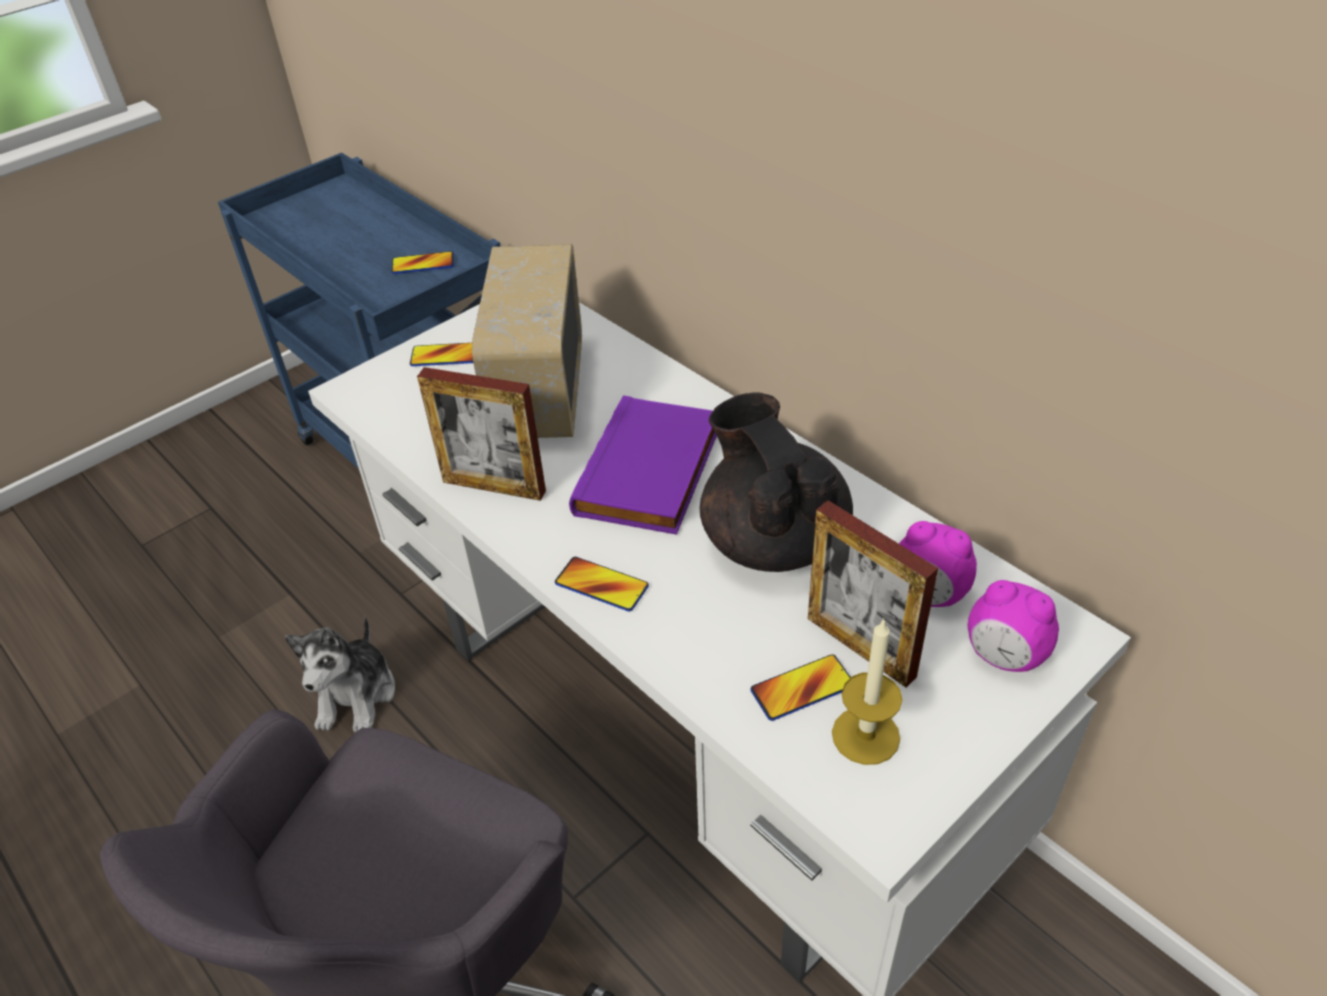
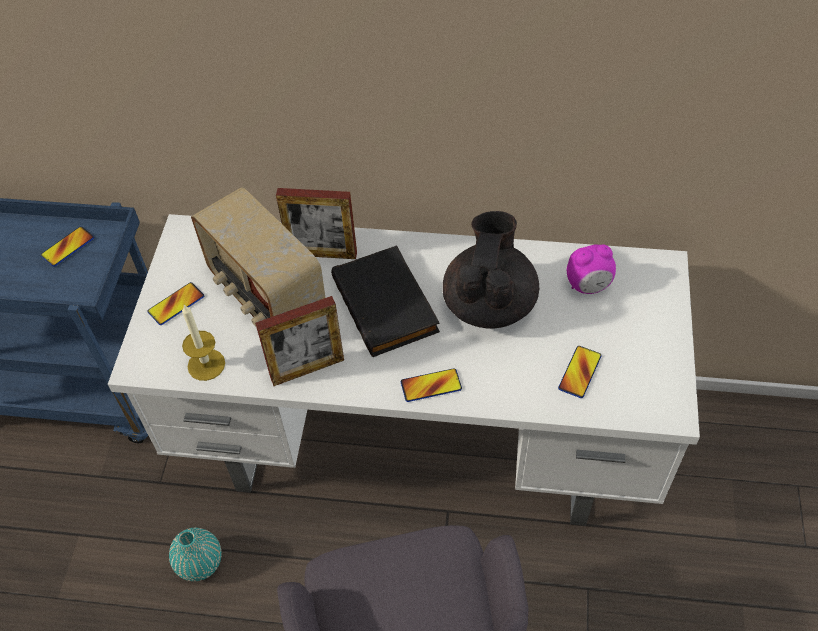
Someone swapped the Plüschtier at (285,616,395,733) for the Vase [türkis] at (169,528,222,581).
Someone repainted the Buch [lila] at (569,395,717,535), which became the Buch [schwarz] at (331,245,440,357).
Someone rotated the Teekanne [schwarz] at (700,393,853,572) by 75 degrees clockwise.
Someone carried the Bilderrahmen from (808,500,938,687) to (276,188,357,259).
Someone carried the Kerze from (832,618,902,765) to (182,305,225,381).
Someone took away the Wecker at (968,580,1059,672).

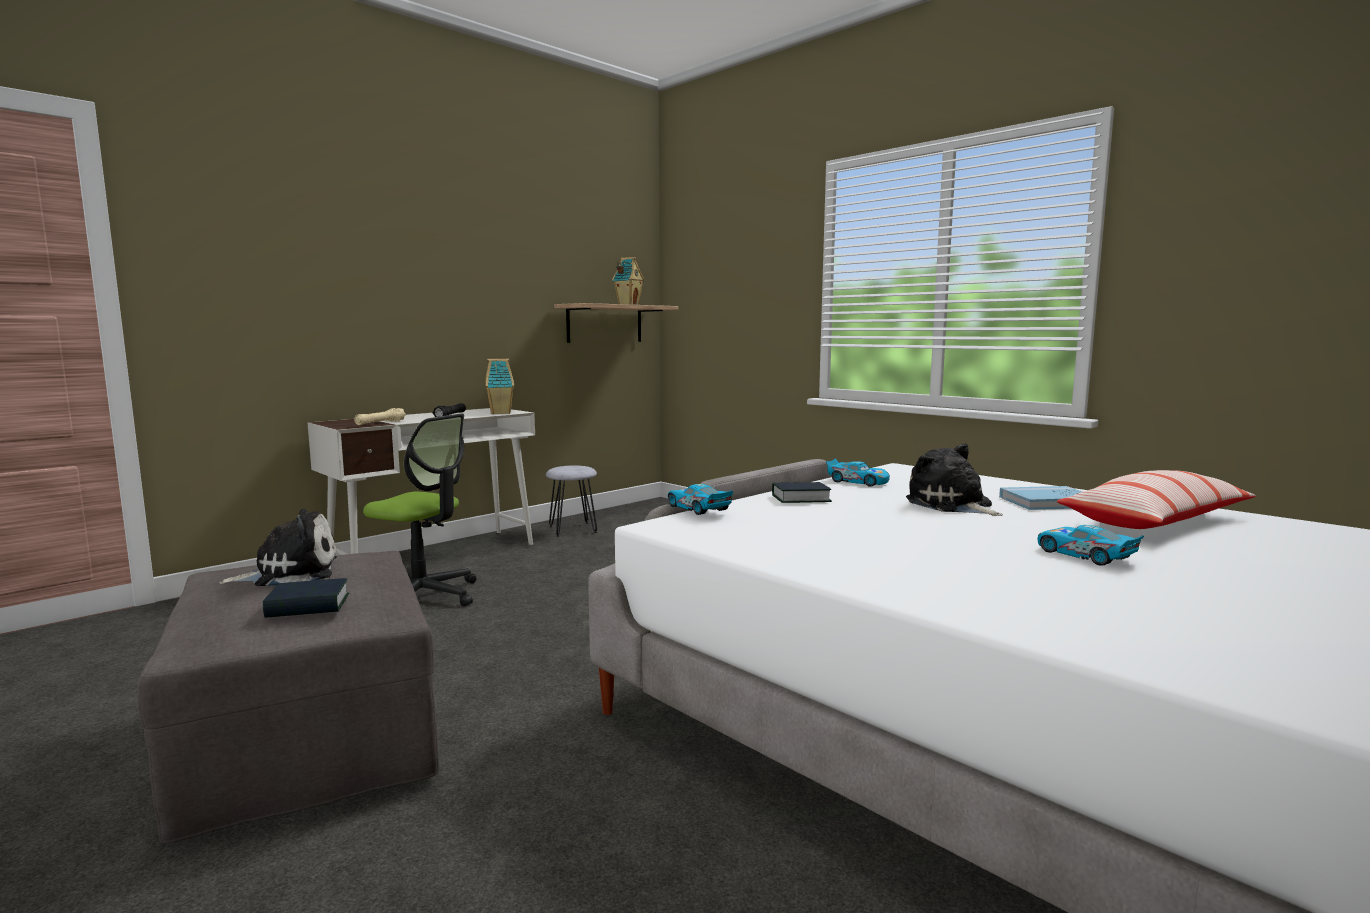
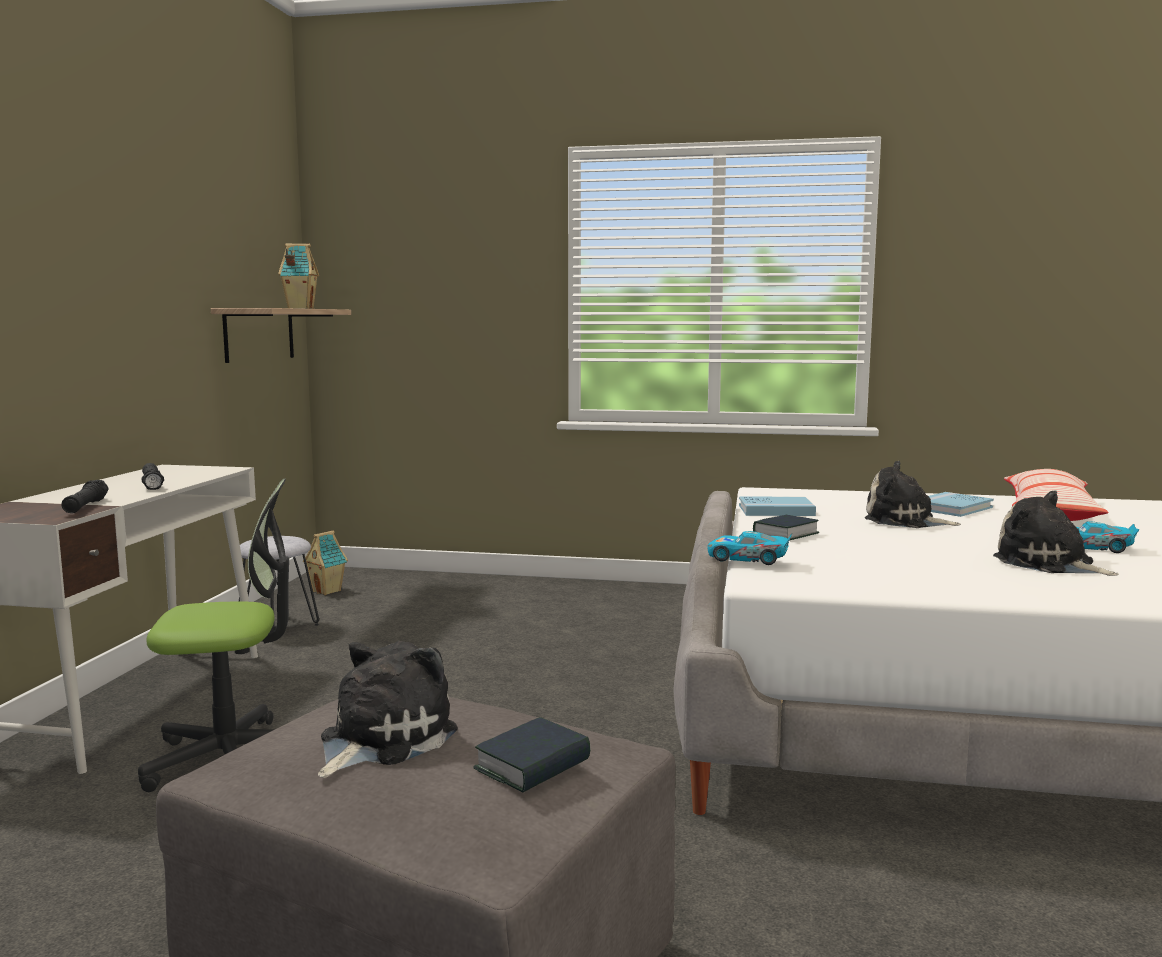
Someone repainted the Taschenlampe [beige] at (354,408,406,425), which became the Taschenlampe [schwarz] at (61,480,109,513).
Someone carried the Spielzeughaus from (485,359,514,414) to (303,530,348,595).
Someone swapped the Spielzeugauto at (826,459,890,487) for the Buch [blau] at (739,496,816,516).
Someone put down the Plüschtier at (993,490,1119,576).

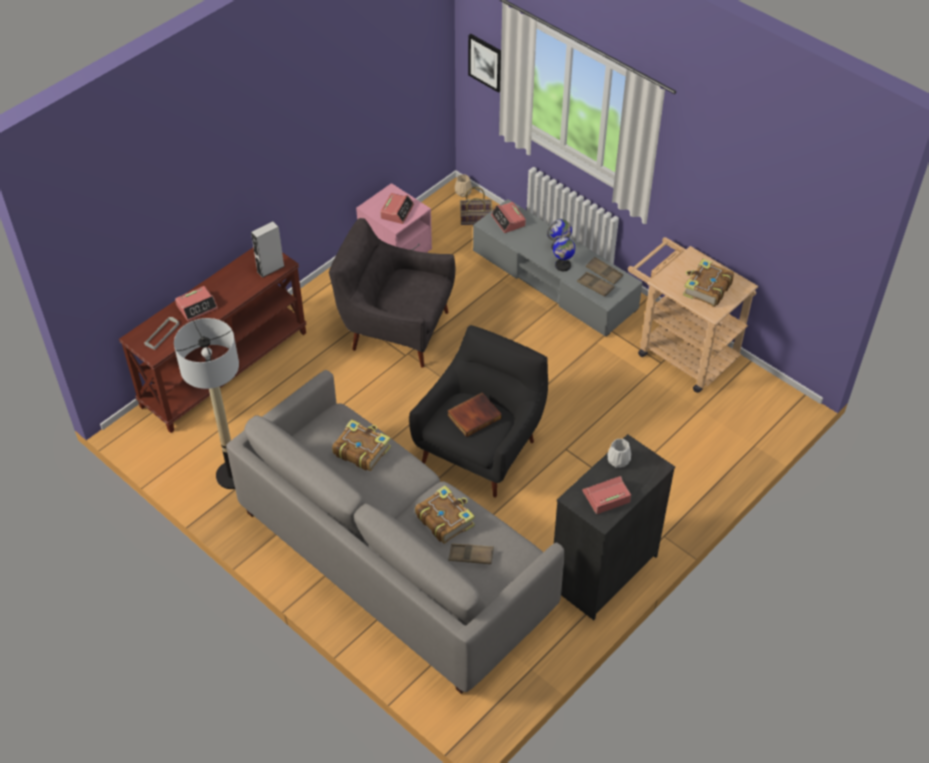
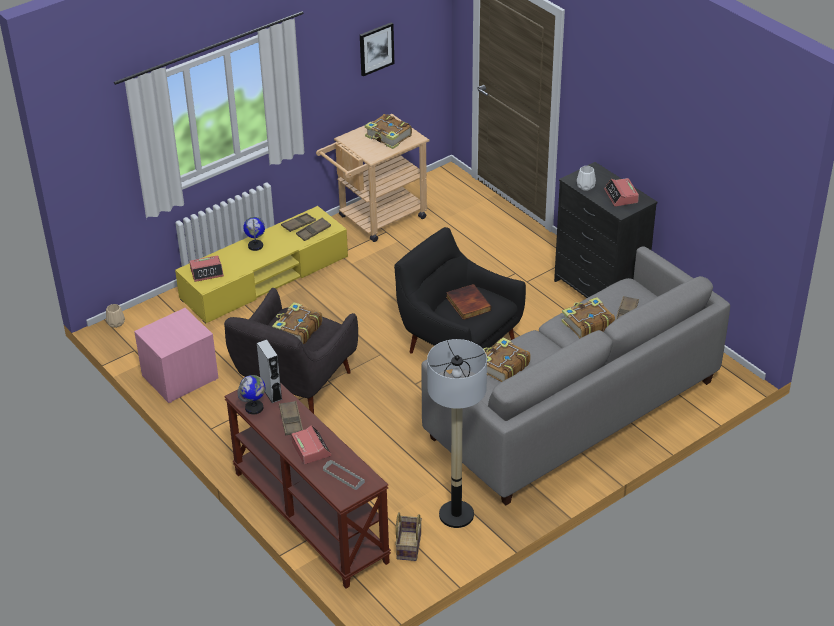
Someone took away the Wecker at (380,193,414,224).
Someone carried the Korb from (460,187,492,225) to (395,512,422,561).
Someone carried the Bild from (468,34,501,93) to (360,22,394,76).
Someone repainted the Fernsehschrank [grau] at (473,199,643,337), which became the Fernsehschrank [gelb] at (175,206,348,324).
Someone carried the Globus from (553,235,575,271) to (238,375,266,414).
Someone put down the Buch at (272,302,323,344).
Someone put down the Tablett [braun] at (279,401,303,436).

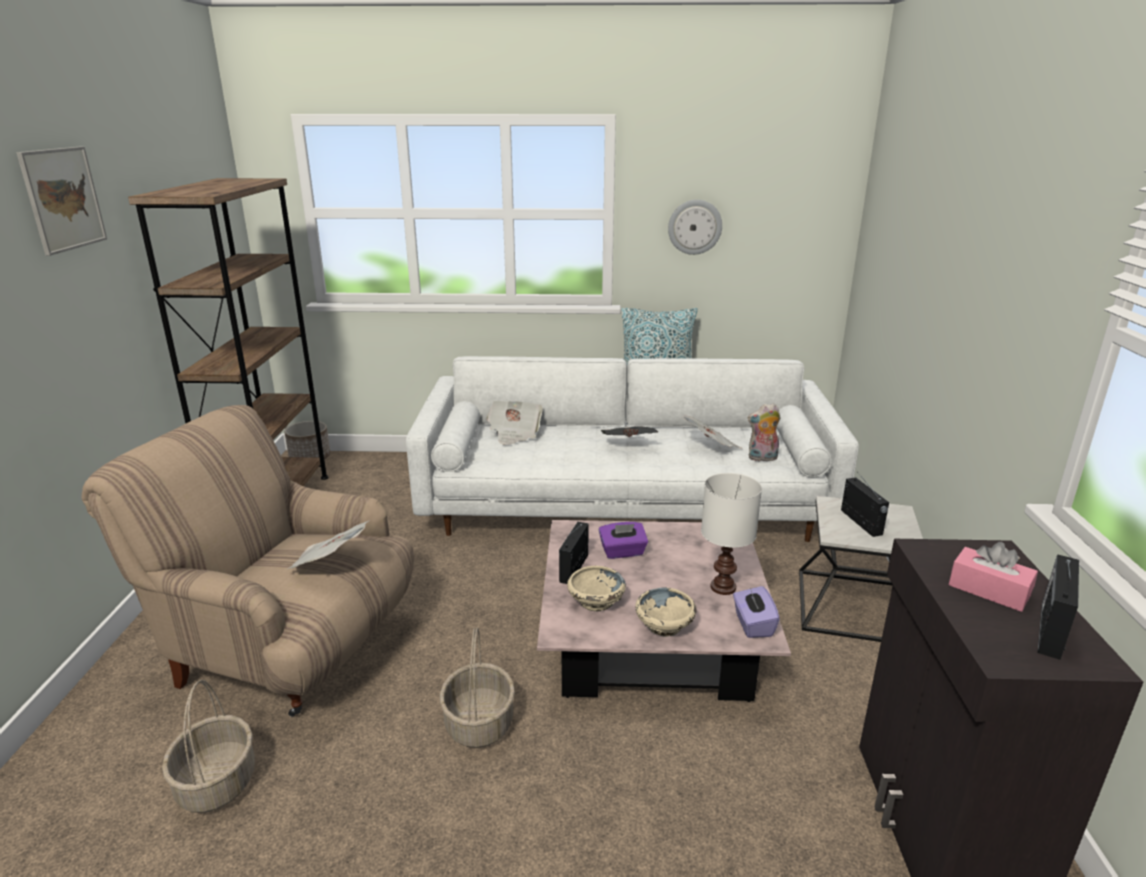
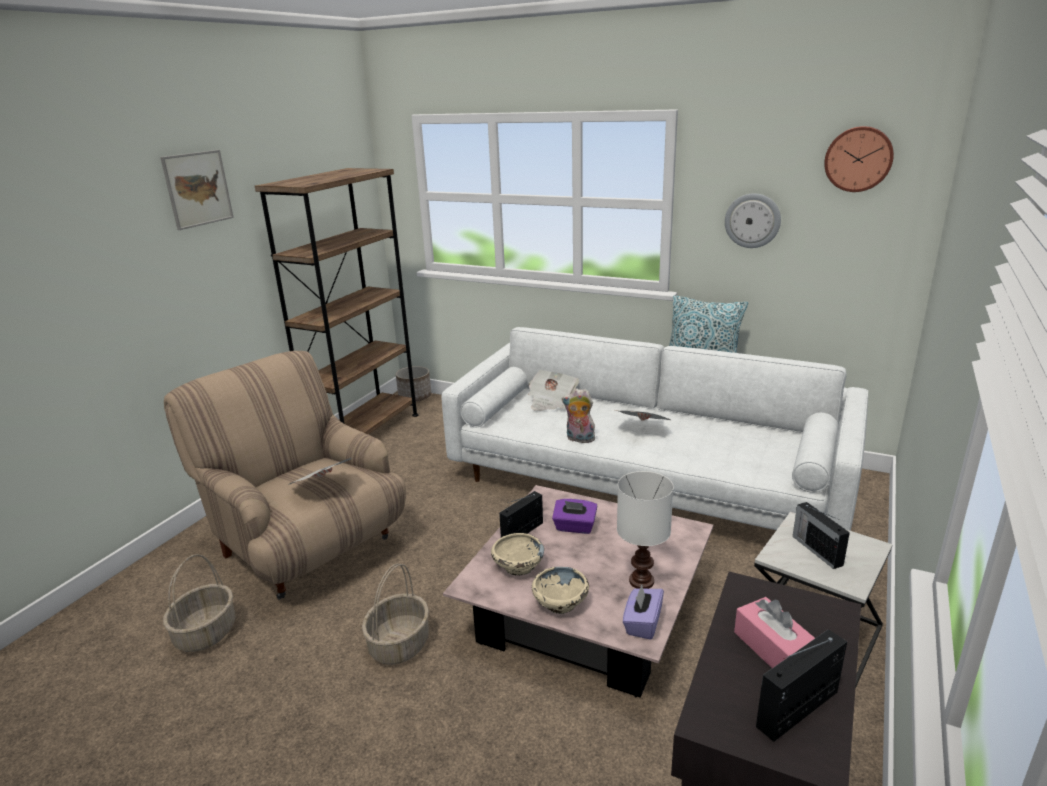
Someone took away the Zeitung at (681,416,742,448).
Someone carried the Plüschtier from (748,403,781,461) to (562,389,595,443).
Someone rotated the Radio at (841,474,889,537) by 150 degrees clockwise.
Someone put up the Wanduhr at (824,126,894,192).

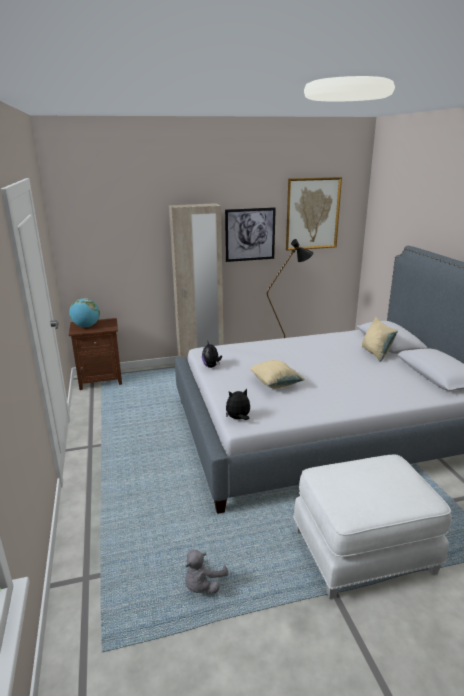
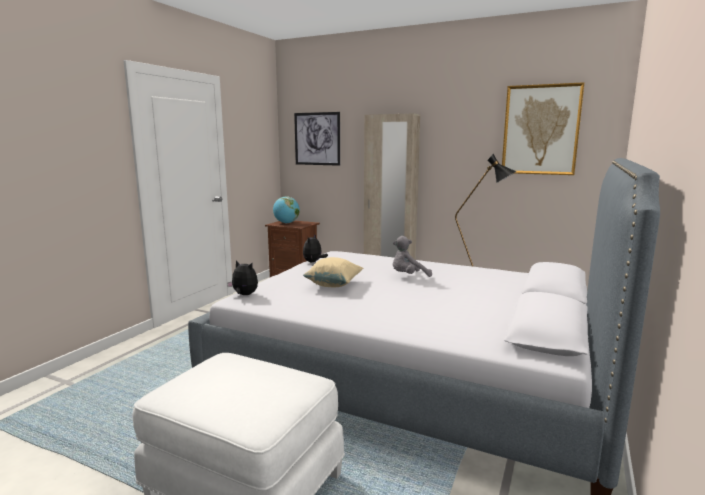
Someone carried the Plüschtier [grau] from (185,550,228,593) to (393,236,432,277).
Someone carried the Bild from (225,207,276,262) to (294,112,340,166).
Someone took away the Kissen [beige] at (362,317,398,362).

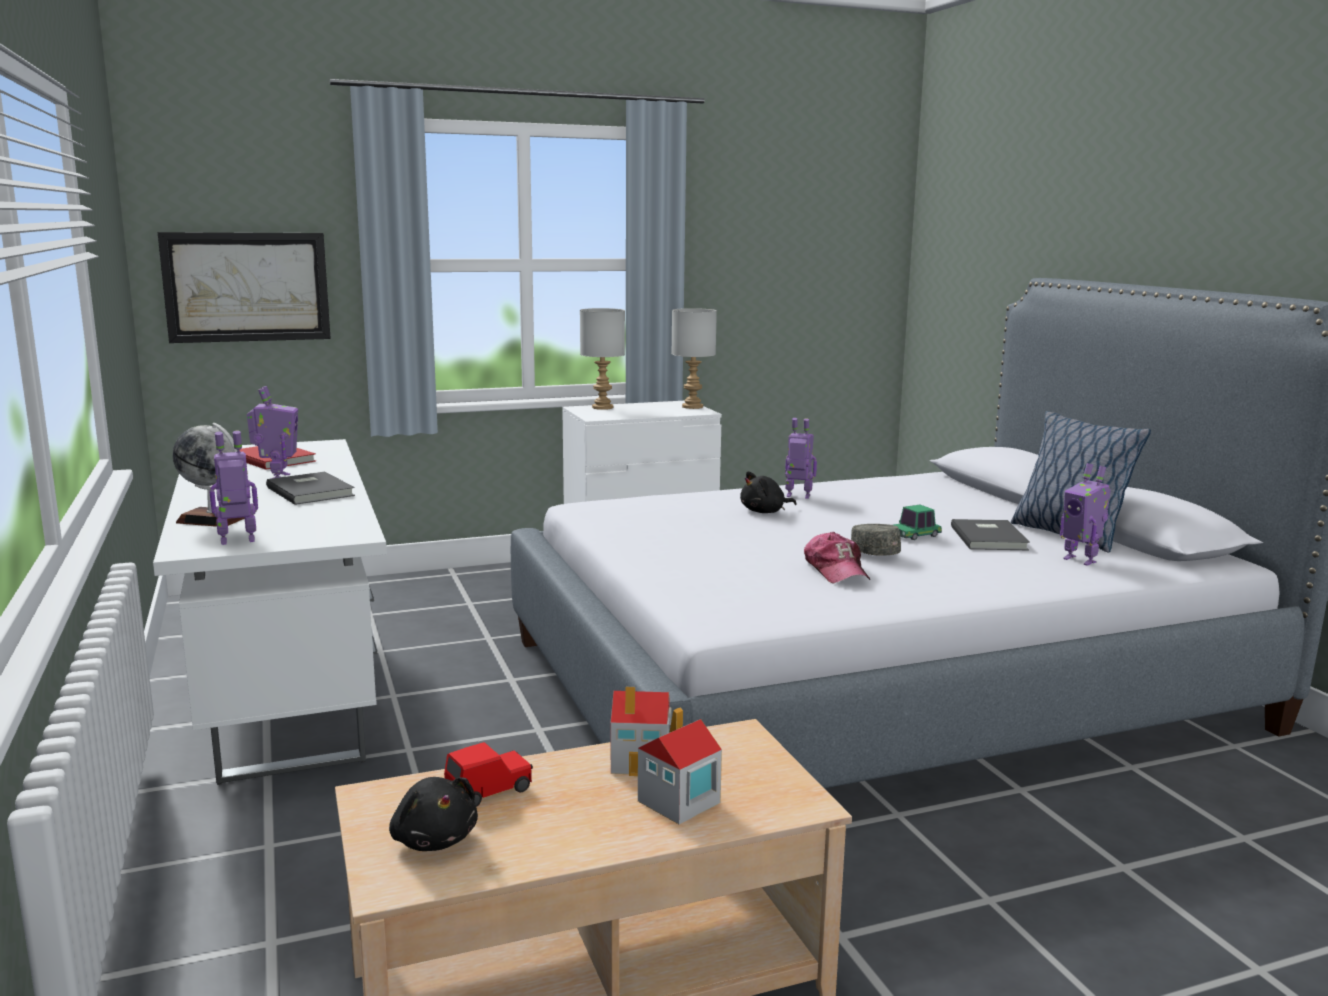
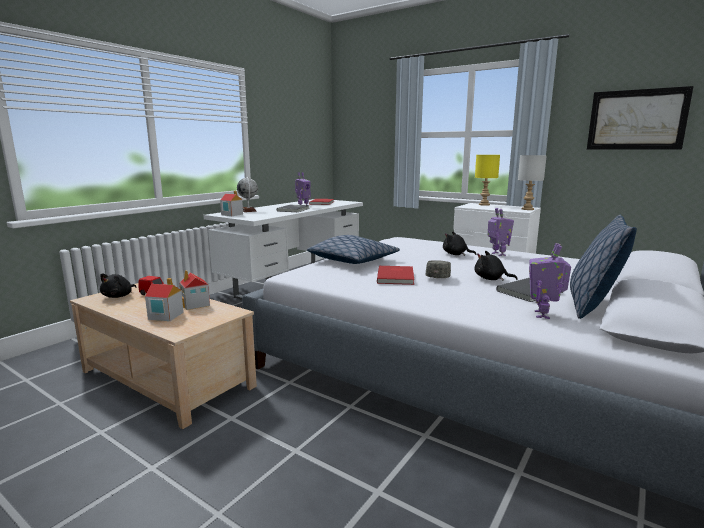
Someone carried the Bild from (157,232,331,343) to (587,86,694,150).
Someone swapped the Spielzeugroboter at (210,430,258,545) for the Spielzeughaus at (220,191,243,216).
Someone repainted the Tischlampe [grau] at (580,308,625,410), which became the Tischlampe [gelb] at (475,155,500,206).
Someone swapped the Kappe at (804,532,870,584) for the Buch [rot] at (377,266,414,285).
Someone swapped the Spielzeugauto at (894,505,942,540) for the Plüschtier [schwarz] at (475,251,518,281).
Someone put down the Kissen at (307,235,400,264).

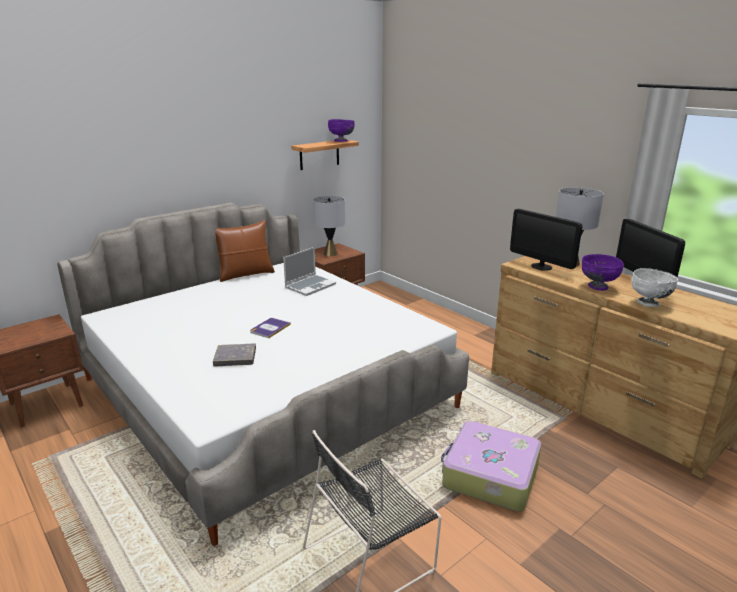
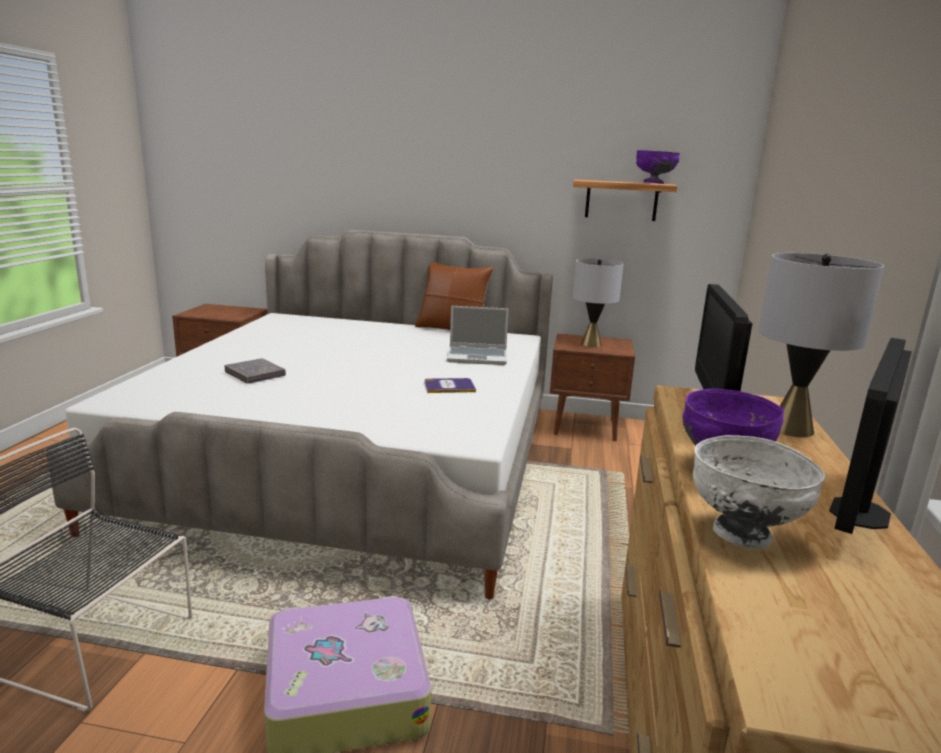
Someone carried the Buch from (250,318,291,338) to (424,378,476,393).

